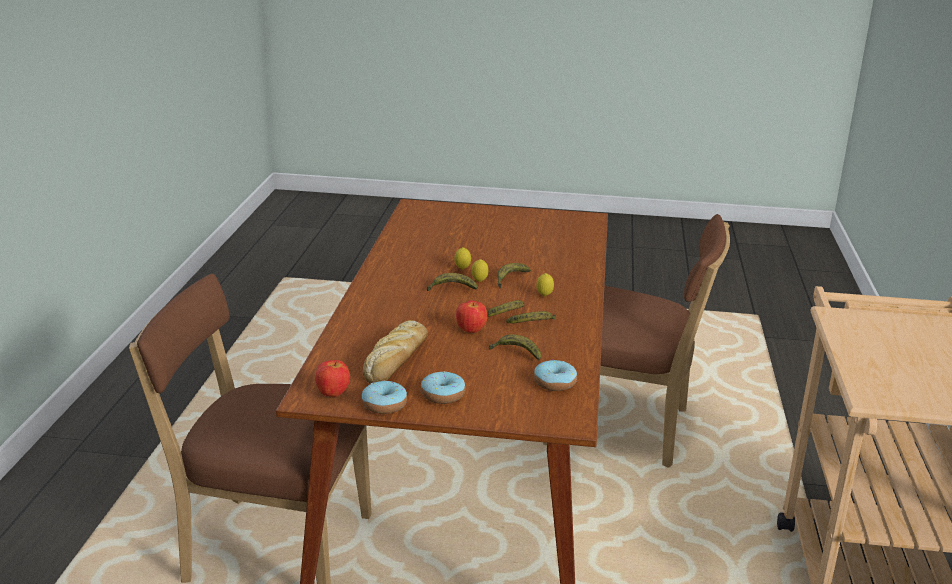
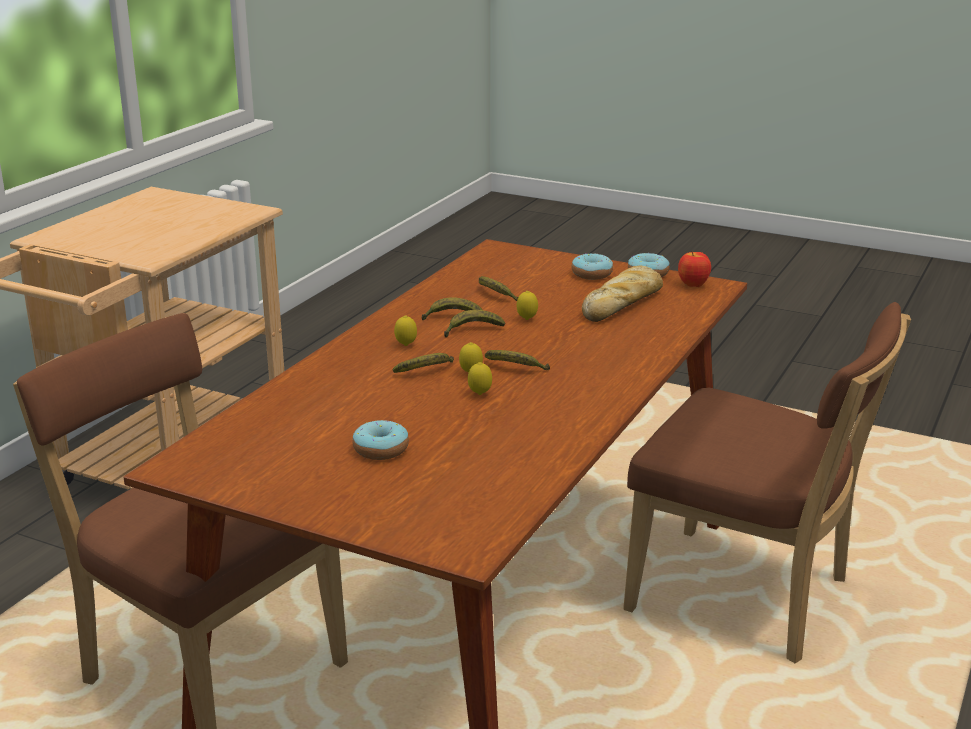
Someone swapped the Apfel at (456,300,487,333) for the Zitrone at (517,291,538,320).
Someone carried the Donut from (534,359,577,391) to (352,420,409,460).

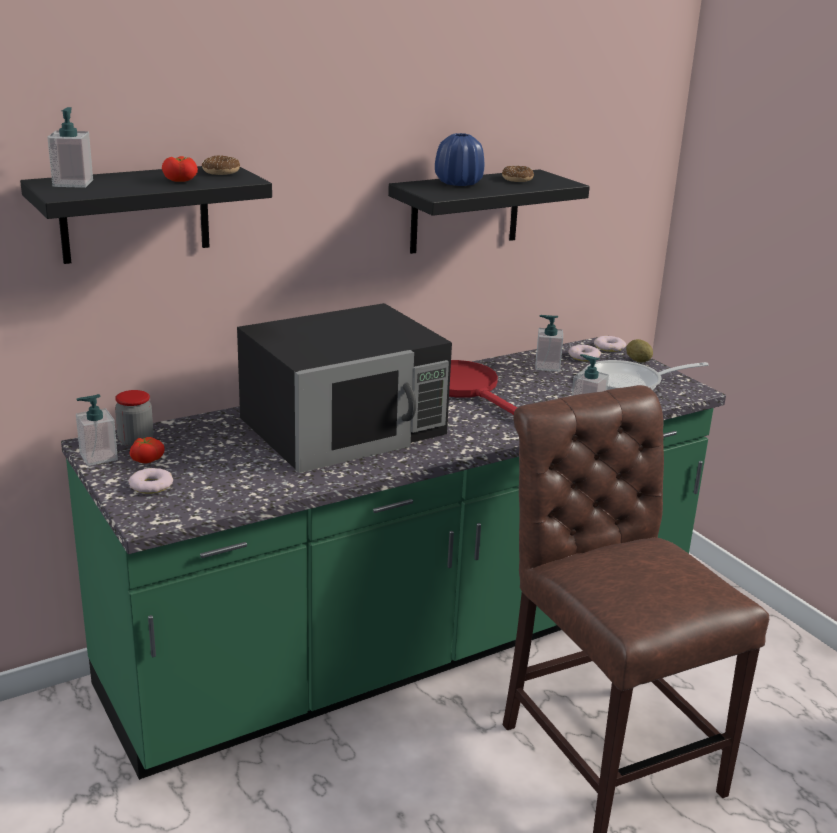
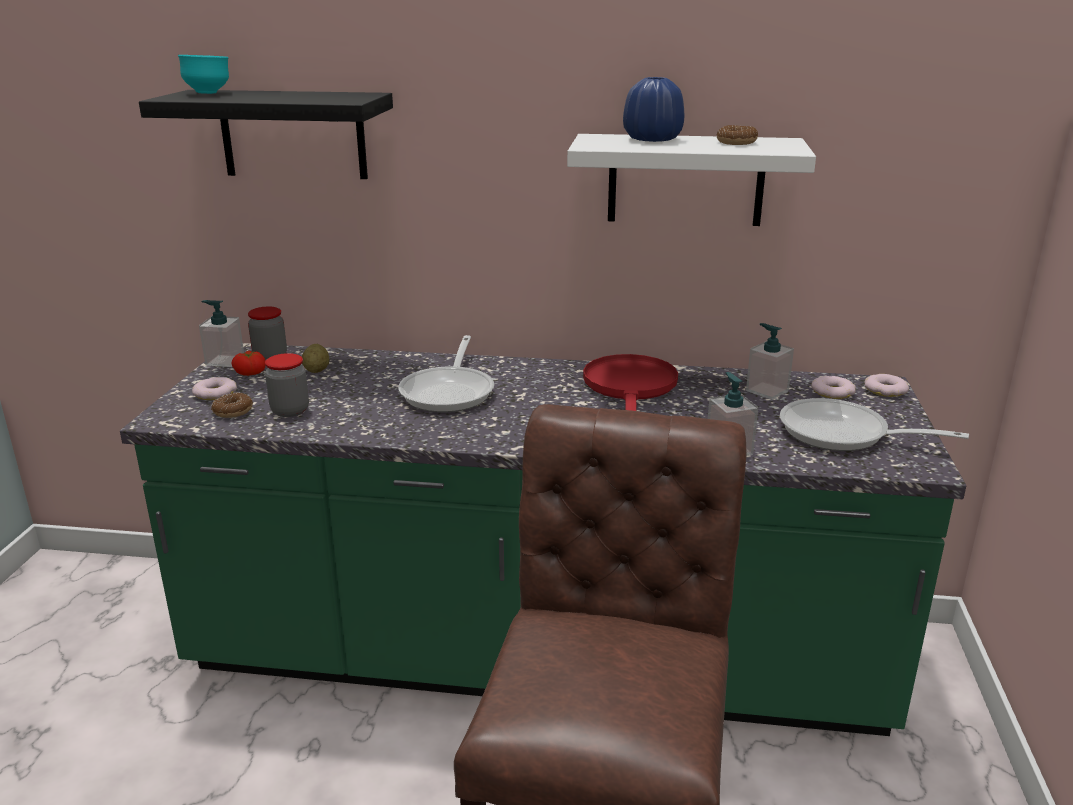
Someone swapped the Seifenspender at (47,107,93,188) for the Schüssel [türkis] at (178,55,229,94).
Someone took away the Tomate at (162,156,198,182).
Someone carried the Donut from (202,155,240,175) to (211,393,253,418).
Someone swapped the Mikrowelle [schwarz] at (237,303,452,473) for the Pfanne at (398,335,494,412).
Someone repainted the Wandregal [schwarz] at (388,169,590,254), which became the Wandregal [weiß] at (567,134,816,226).
Someone carried the Kartoffel from (626,339,653,363) to (302,344,329,373).
Someone put down the Vorratsglas at (265,353,309,417).

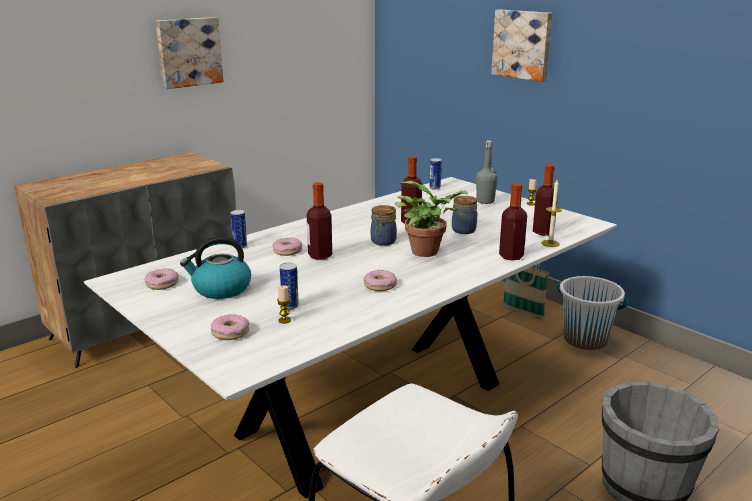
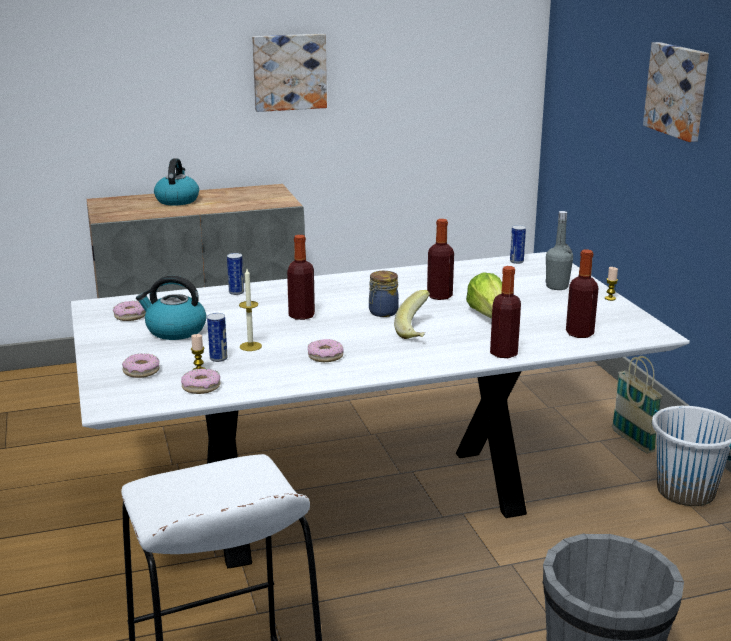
Someone carried the Donut from (272,238,302,256) to (181,369,221,394).
Someone swapped the Topfpflanze at (395,180,468,257) for the Banane at (394,290,430,339).
Someone swapped the Vorratsglas at (452,196,478,234) for the Salatkopf at (466,273,502,318).
Someone carried the Kerze from (541,180,562,247) to (239,269,262,351).
Someone put down the Wasserkessel at (154,159,199,206).

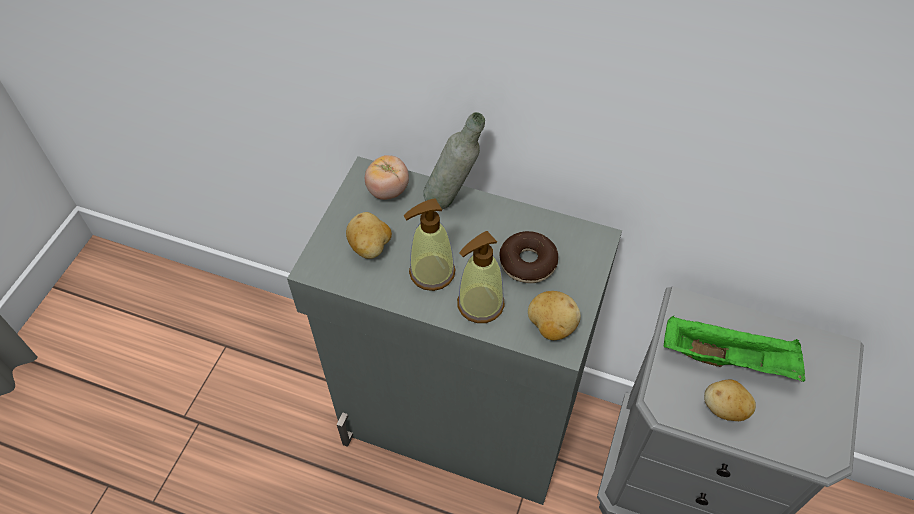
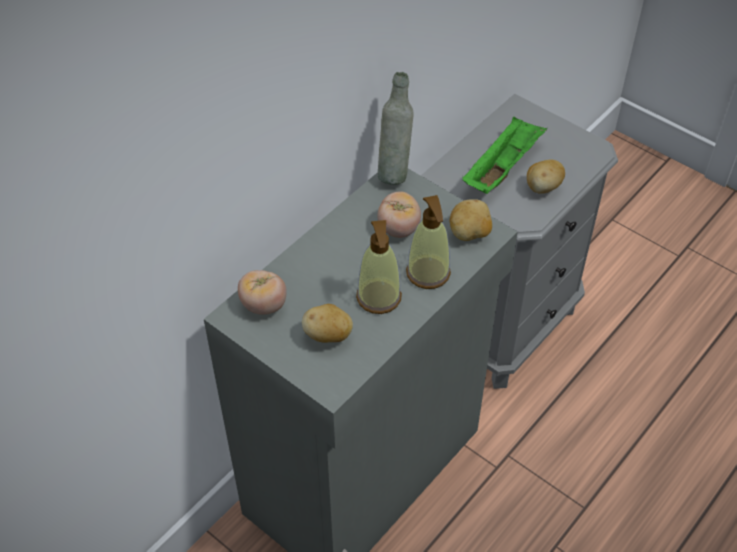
Someone carried the Flasche [grau] from (423,112,485,209) to (378,72,414,185).
Someone swapped the Donut at (499,231,558,283) for the Tomate at (378,192,421,238).

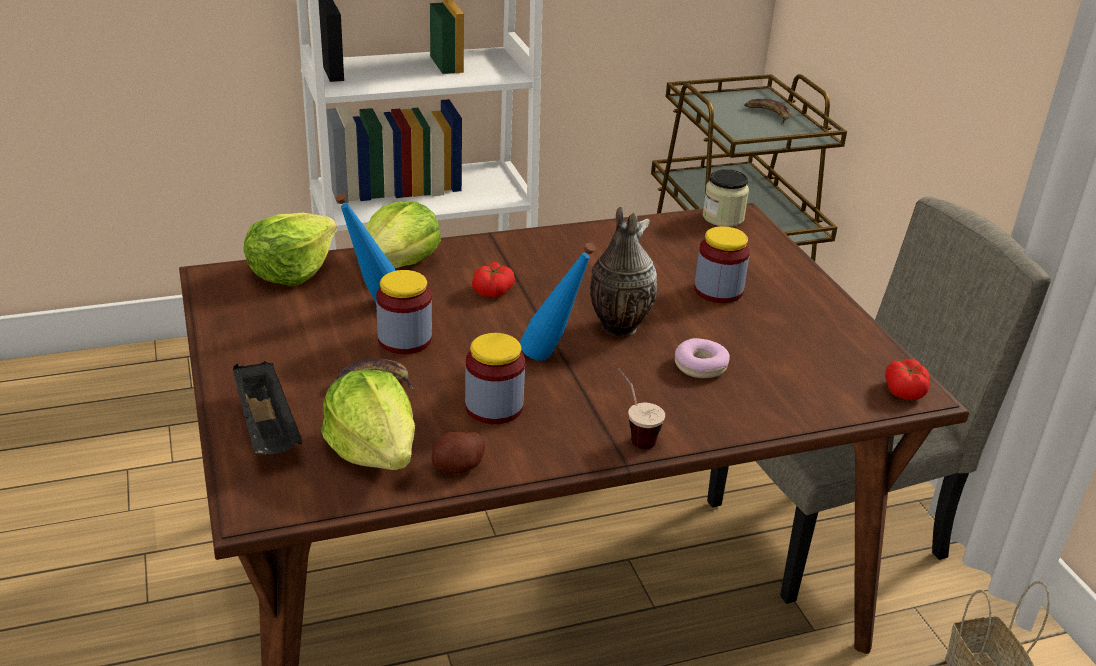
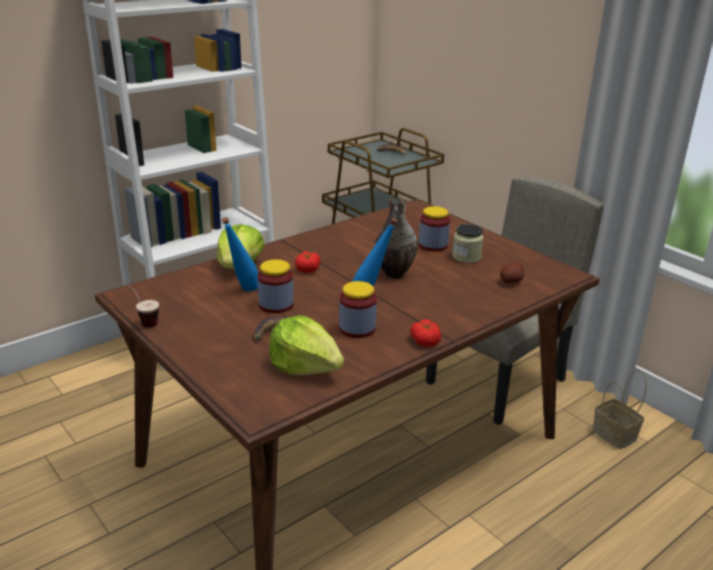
Someone took away the Tablett [schwarz] at (233,361,302,455).
Someone took away the Salatkopf at (244,213,337,286).
Someone carried the Kartoffel from (432,432,485,473) to (500,262,524,284).
Someone carried the Tasse from (618,369,665,449) to (125,283,159,328).
Someone took away the Donut at (675,338,730,378).
Someone carried the Vorratsglas from (703,169,749,227) to (452,224,484,263).
Someone carried the Tomate from (885,359,930,400) to (410,319,441,347).

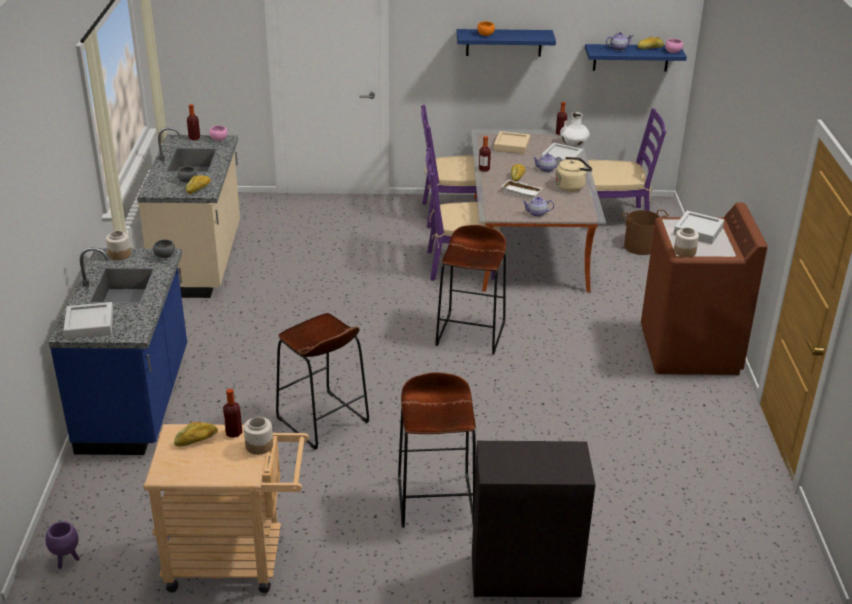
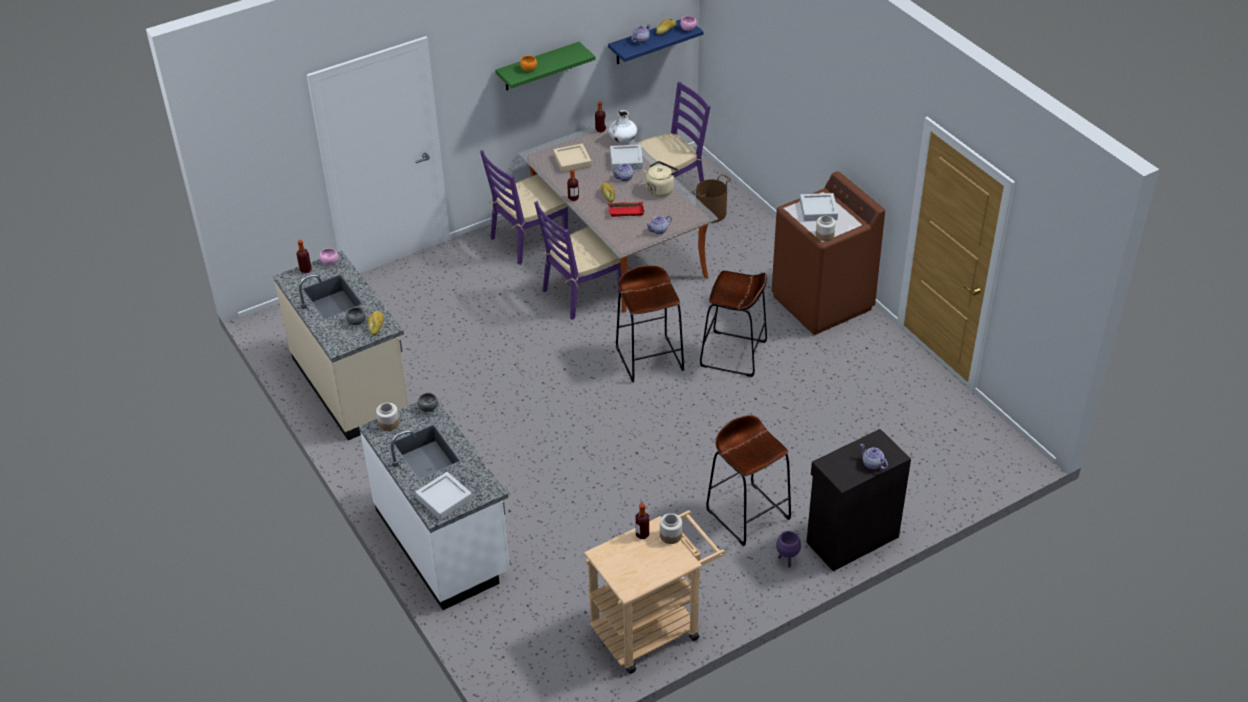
Someone carried the Pflanzkübel [lila] from (45,521,80,569) to (776,531,801,568).
Someone repainted the Küchenzeile [blau] at (49,247,187,455), which became the Küchenzeile [weiß] at (359,402,510,610).
Someone took away the Brot at (174,422,218,447).
Someone carried the Hocker [braun] from (276,313,369,450) to (700,271,767,377).
Someone repainted the Wandregal [blau] at (457,29,556,57), which became the Wandregal [grün] at (495,42,596,90).
Someone repainted the Tablett [weiß] at (501,179,543,199), which became the Tablett [rot] at (608,202,645,217).
Someone put down the Teekanne at (860,444,888,470).

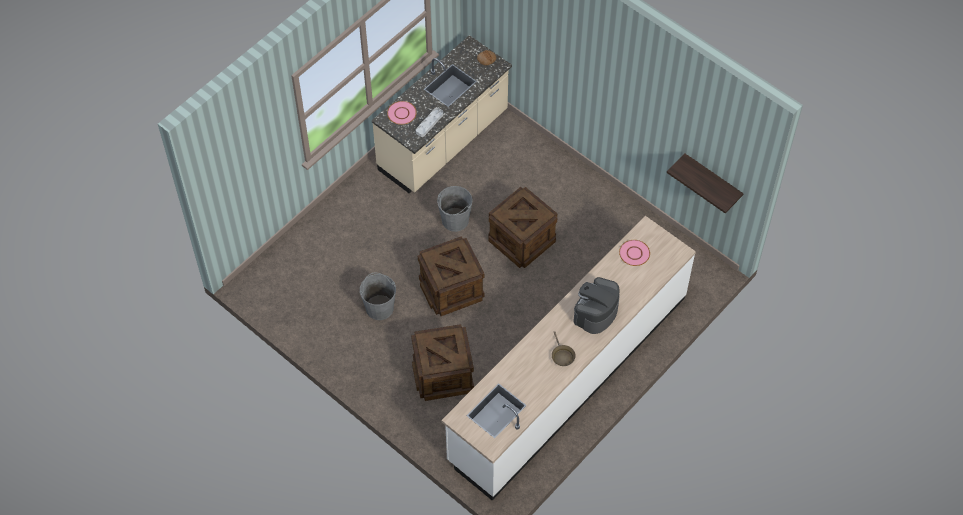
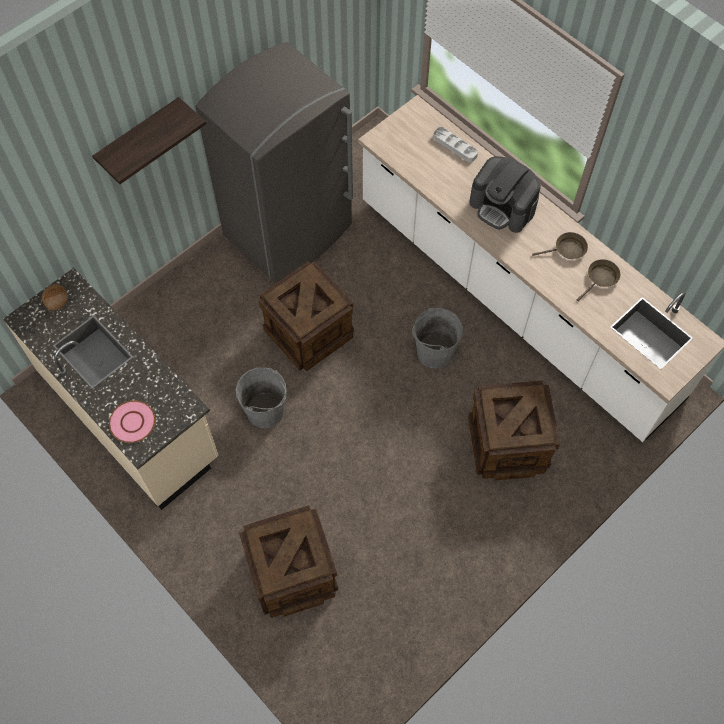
Someone carried the Eimer [grau] from (360,272,396,320) to (412,308,463,369).
Someone carried the Tablett [grau] from (416,107,443,137) to (433,127,478,163).
Someone carried the Kiste from (418,236,485,316) to (239,505,338,618).
Someone took away the Teller [rosa] at (619,240,650,266).
Someone carried the Wandregal from (667,153,744,213) to (92,97,206,184).
Someone put down the Kühlschrank [grau] at (195,42,353,283).
Someone put down the Pfanne [braun] at (577,259,620,301).

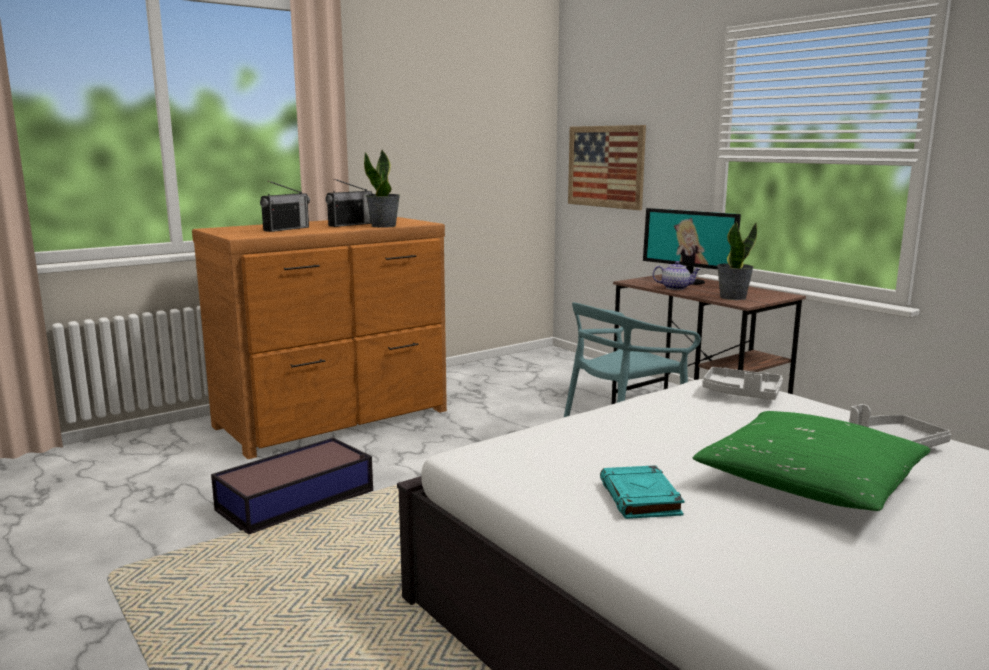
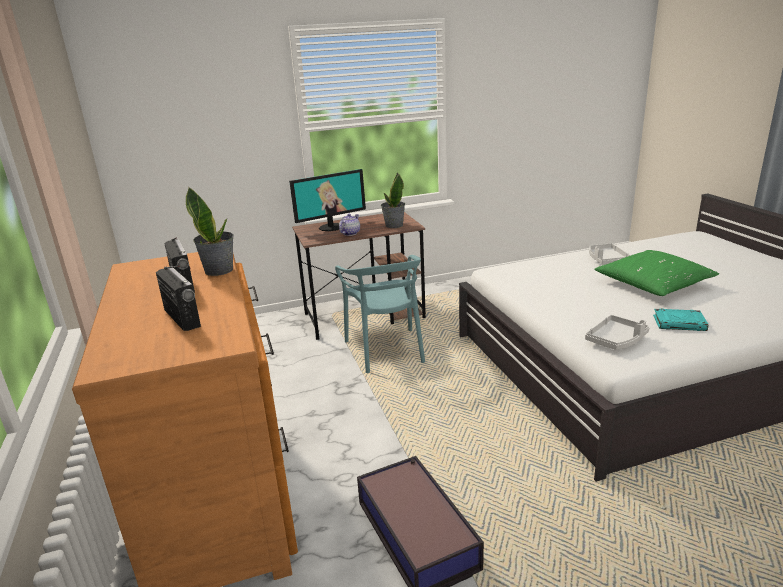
Someone took away the Bild at (568,125,646,210).
Someone carried the Tablett [grau] from (702,367,783,400) to (585,315,649,350).

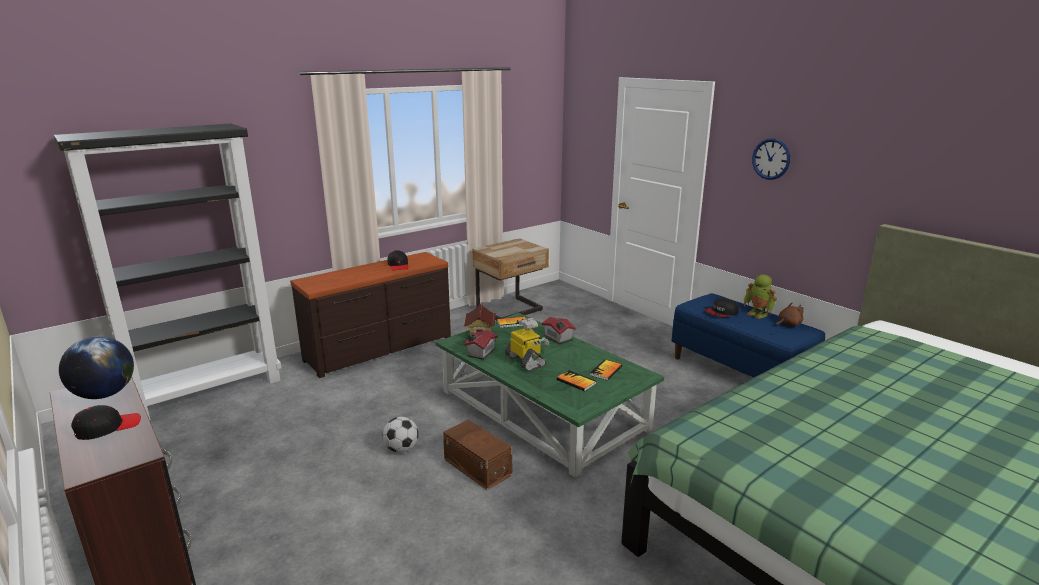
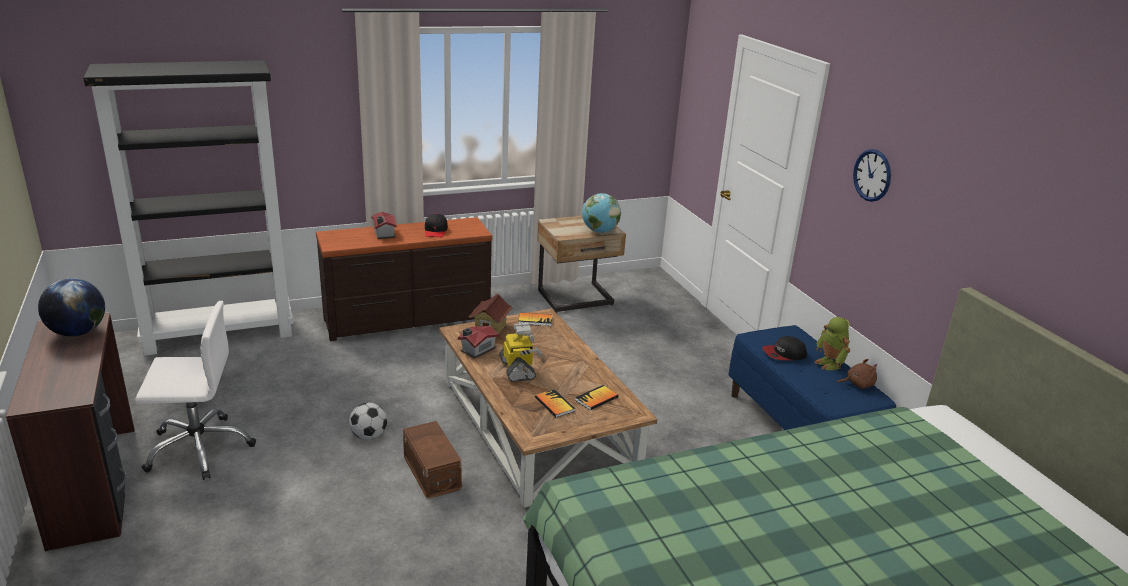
Someone took away the Kappe [schwarz] at (71,405,141,440).
Someone repainted the Couchtisch [grün] at (436,313,664,478), which became the Couchtisch [braun] at (439,309,658,508).
Someone carried the Spielzeughaus from (542,317,576,344) to (371,211,397,239).
Someone put down the Bürostuhl [weiß] at (135,301,256,480).
Someone put down the Globus at (582,193,621,233).

